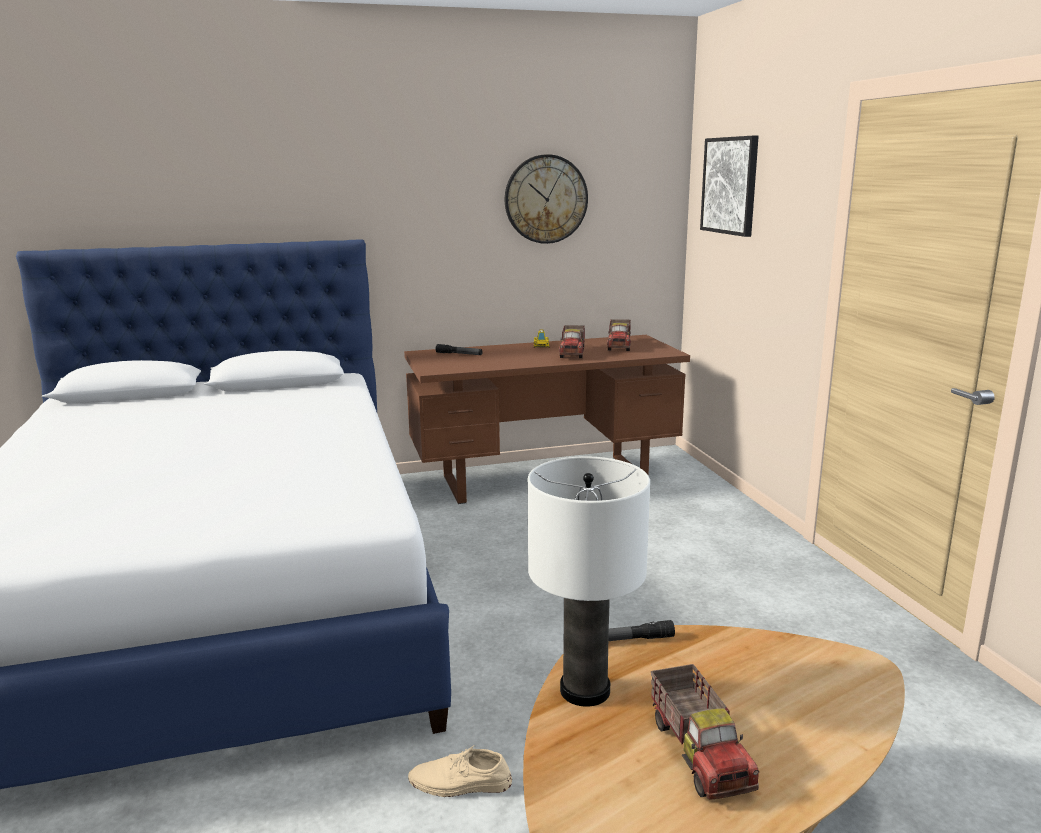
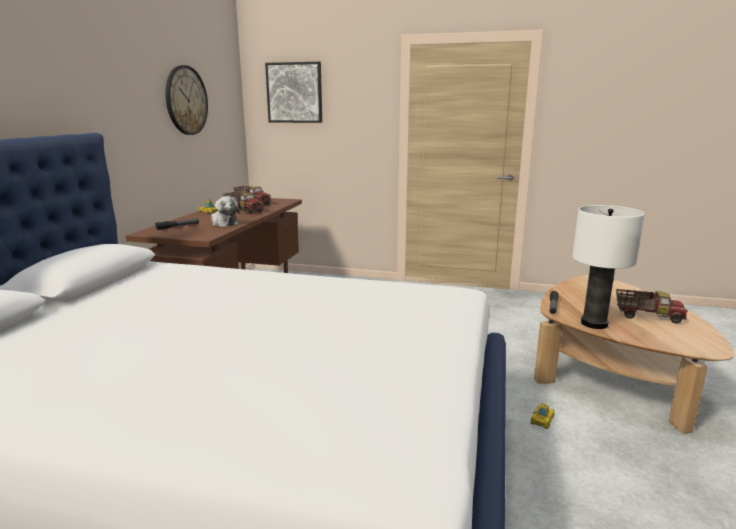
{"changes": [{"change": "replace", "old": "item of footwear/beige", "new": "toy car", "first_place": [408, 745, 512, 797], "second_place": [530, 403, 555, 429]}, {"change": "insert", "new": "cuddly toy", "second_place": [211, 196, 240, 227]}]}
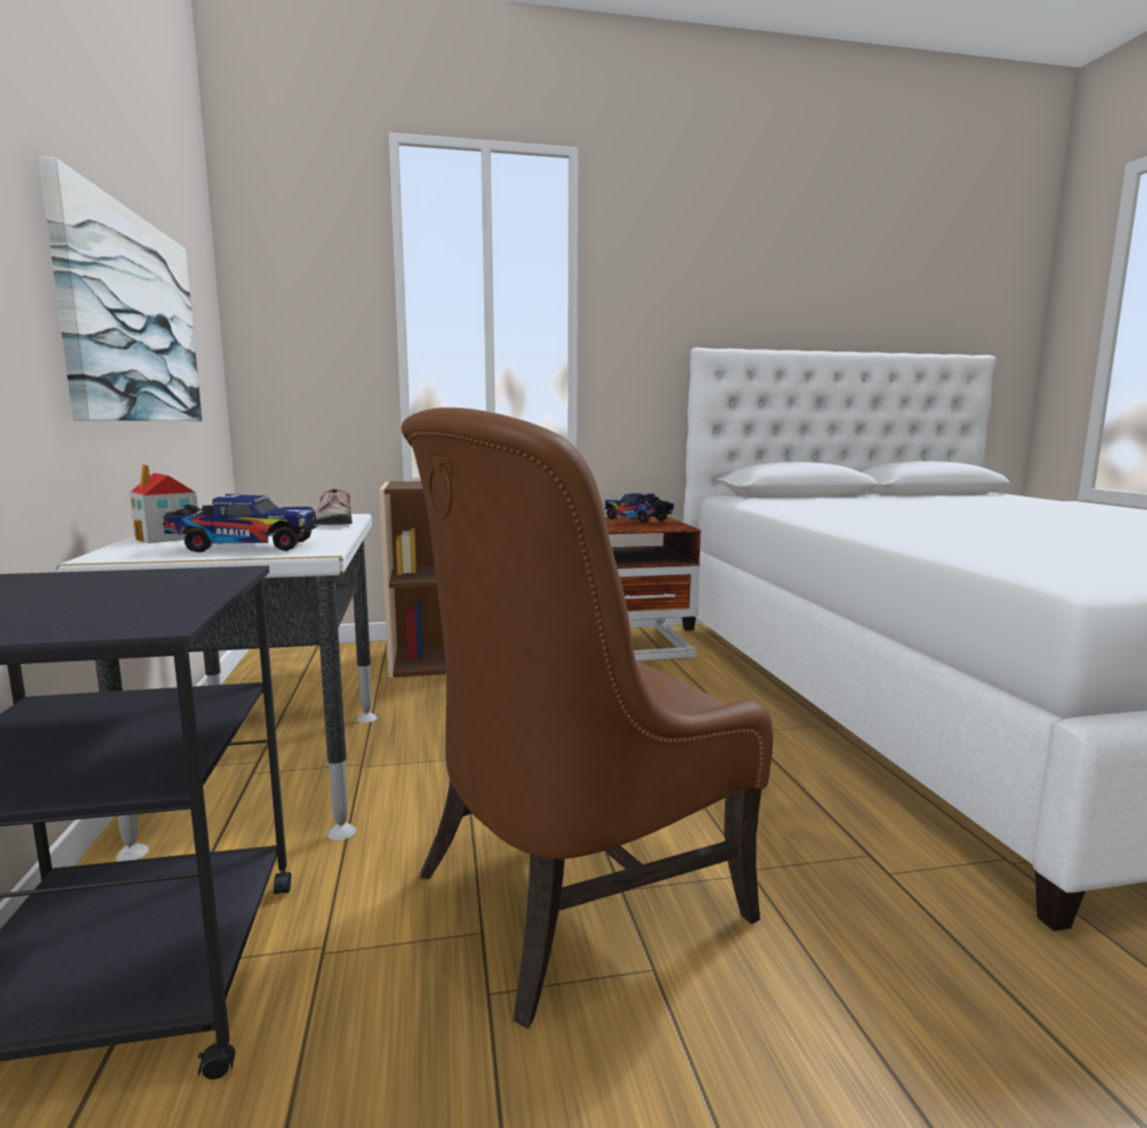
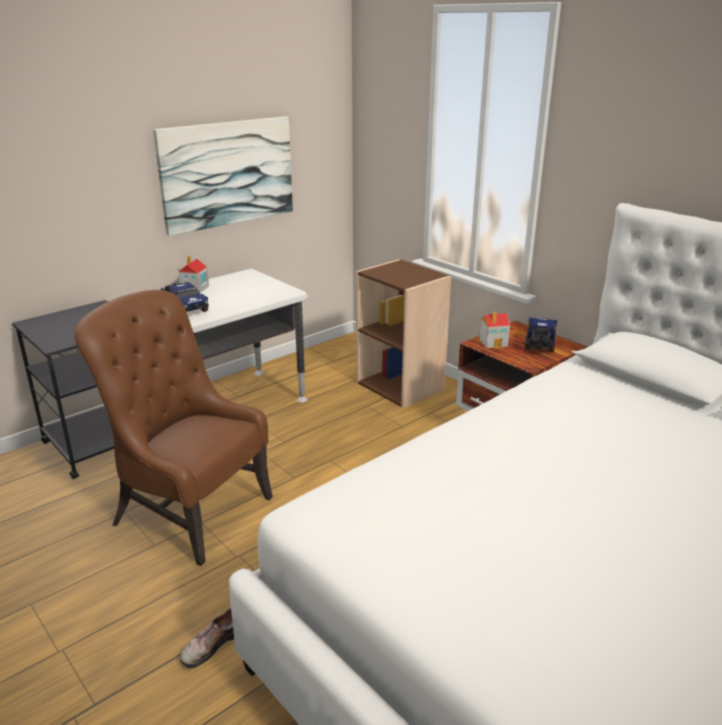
{"changes": [{"change": "move", "old": "item of footwear", "first_place": [316, 489, 352, 525], "second_place": [180, 608, 234, 668]}, {"change": "insert", "new": "model house", "second_place": [479, 312, 510, 348]}]}
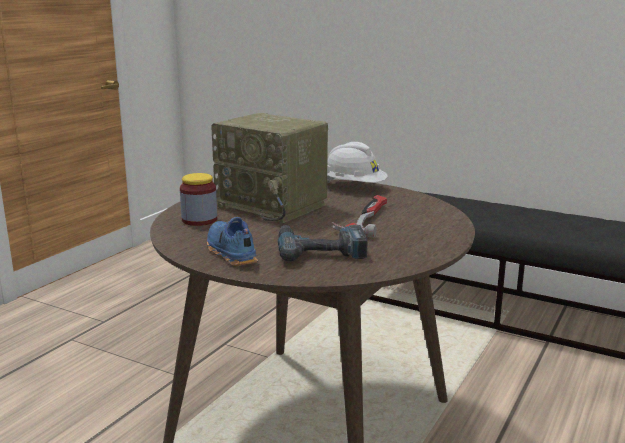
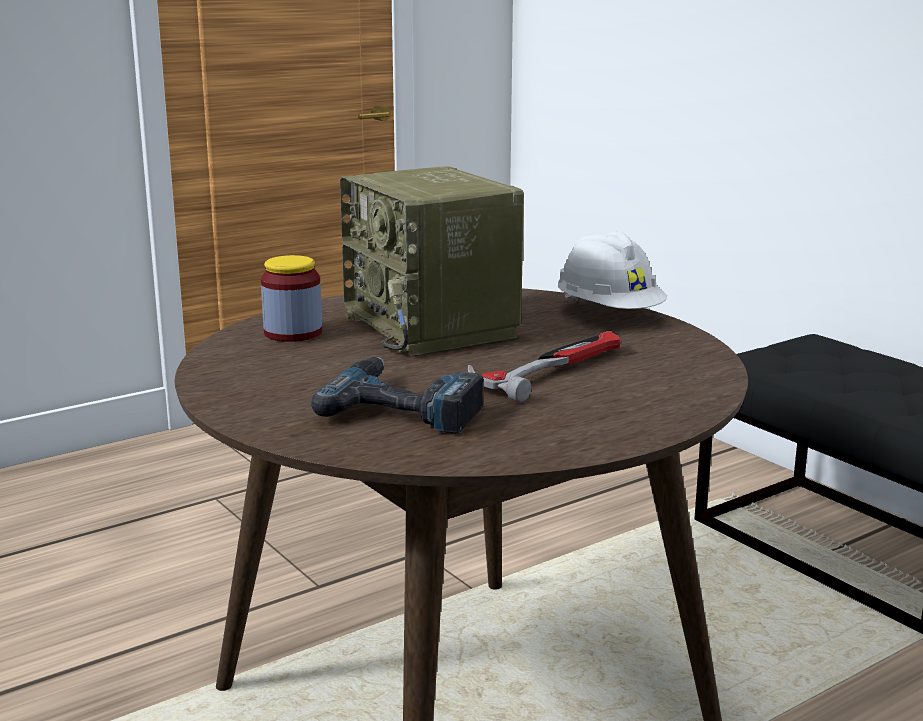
{"changes": [{"change": "delete", "old": "item of footwear/bluish", "first_place": [207, 217, 258, 266]}]}
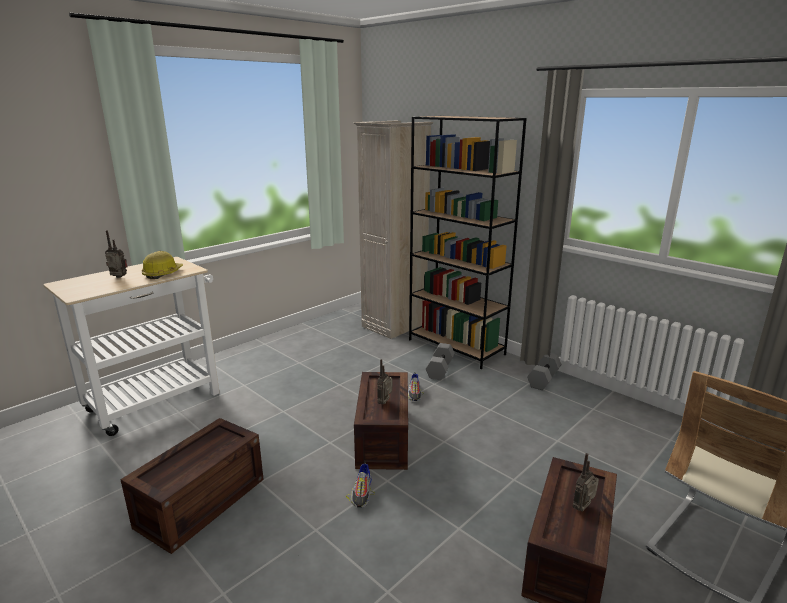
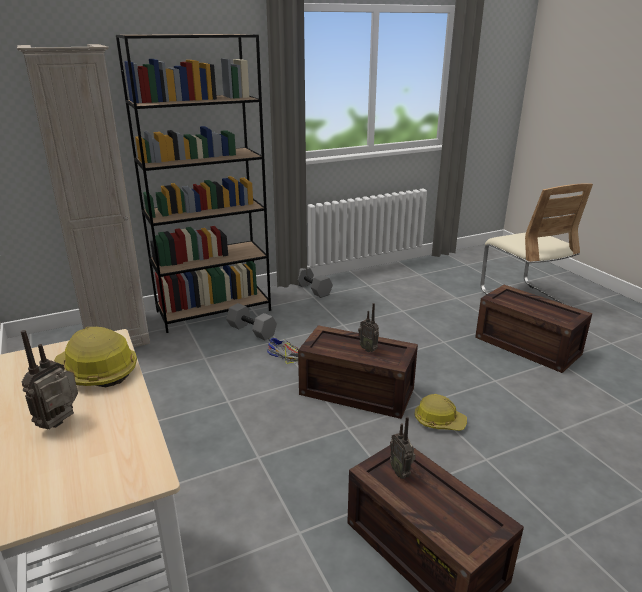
{"changes": [{"change": "move", "old": "radio set", "first_place": [573, 453, 599, 512], "second_place": [390, 416, 416, 479]}, {"change": "replace", "old": "item of footwear", "new": "hard hat", "first_place": [346, 461, 375, 508], "second_place": [414, 394, 467, 431]}]}
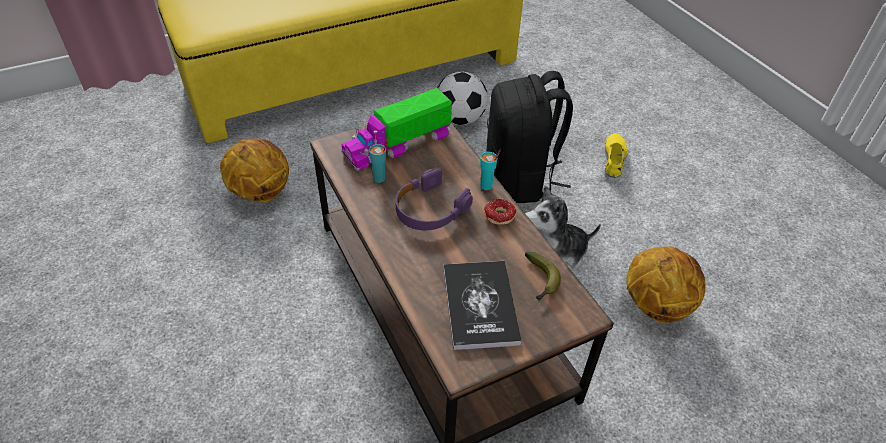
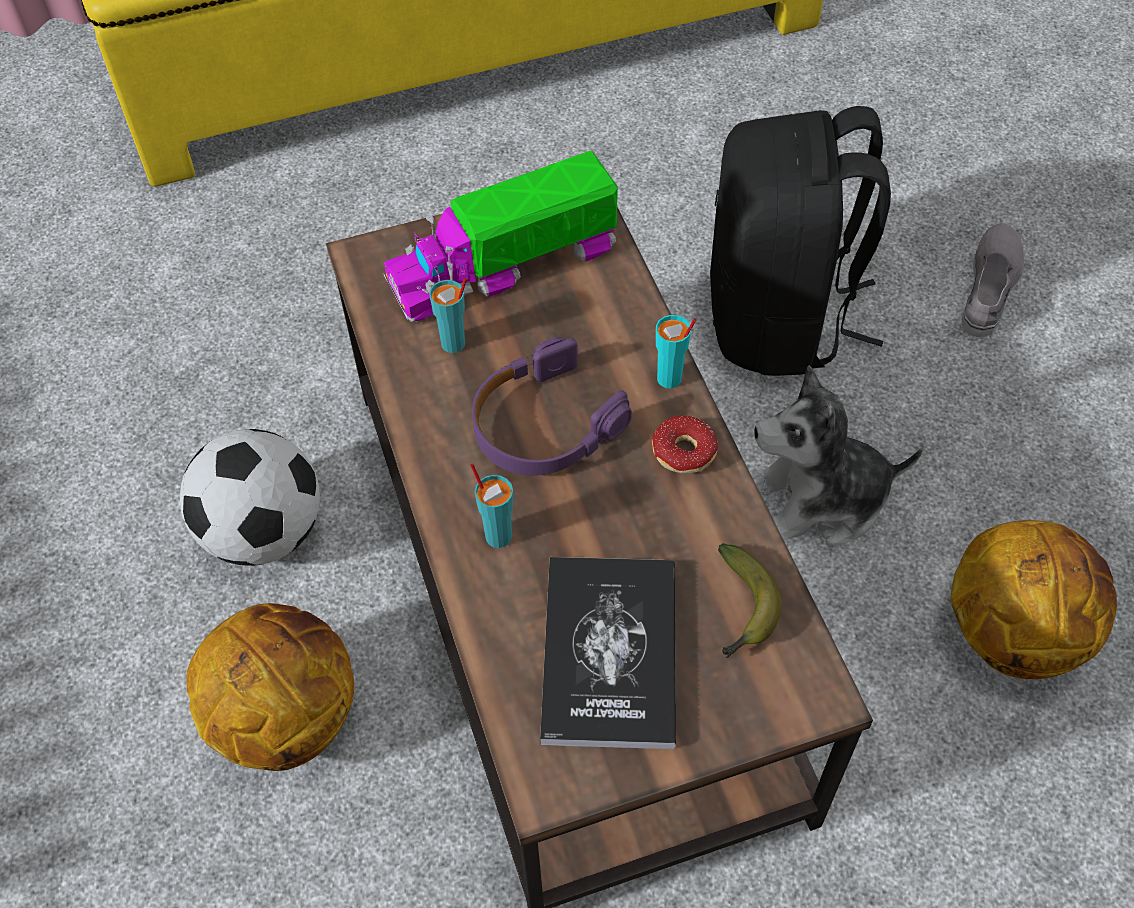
{"changes": [{"change": "move", "old": "ball for football", "first_place": [437, 72, 488, 125], "second_place": [180, 429, 320, 566]}, {"change": "recolor", "old": "item of footwear/yellowish", "new": "item of footwear/grey", "first_place": [604, 133, 628, 182], "second_place": [962, 223, 1024, 337]}, {"change": "move", "old": "ball for basketball", "first_place": [220, 138, 289, 203], "second_place": [186, 603, 354, 771]}, {"change": "insert", "new": "cup/blue-green", "second_place": [470, 463, 513, 548]}]}
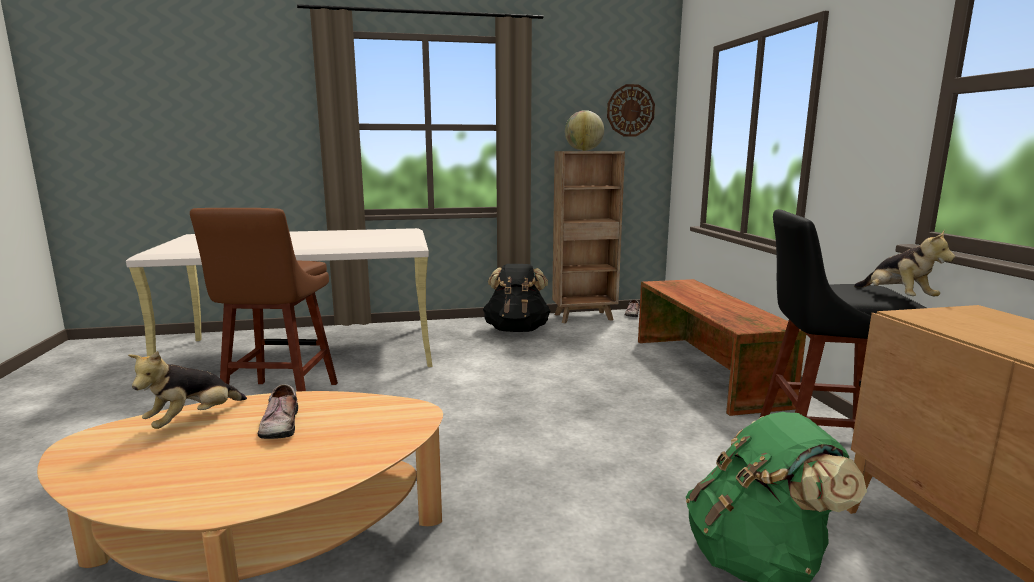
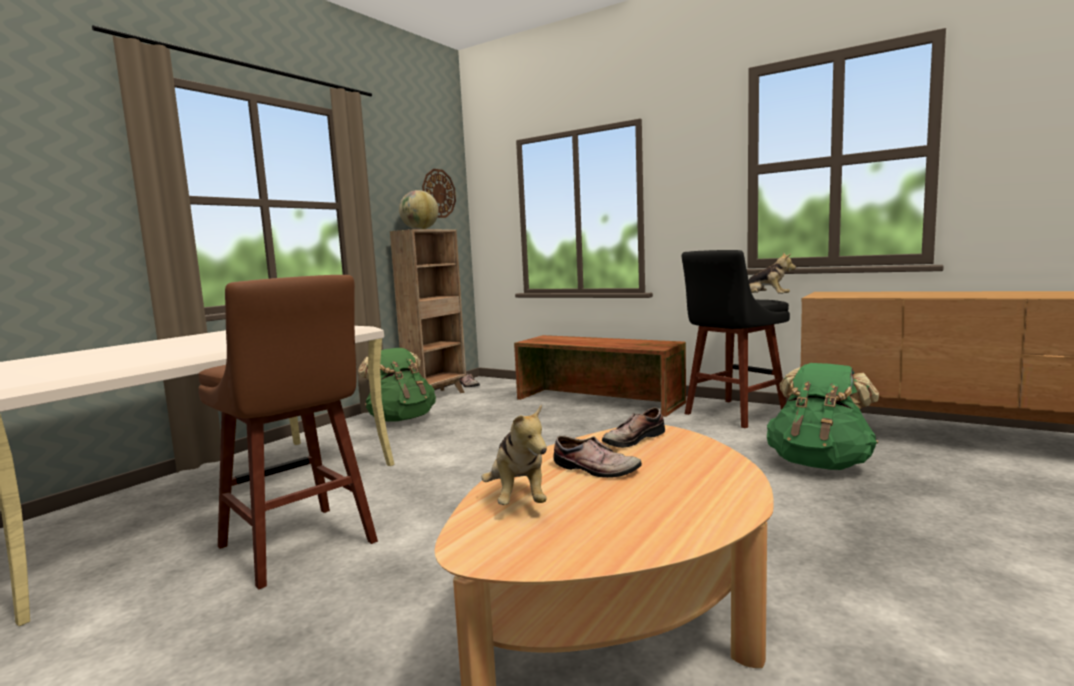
{"changes": [{"change": "recolor", "old": "knapsack/blackish", "new": "knapsack/green-coloured", "first_place": [483, 264, 550, 332], "second_place": [358, 348, 436, 422]}, {"change": "insert", "new": "item of footwear", "second_place": [602, 407, 665, 448]}]}
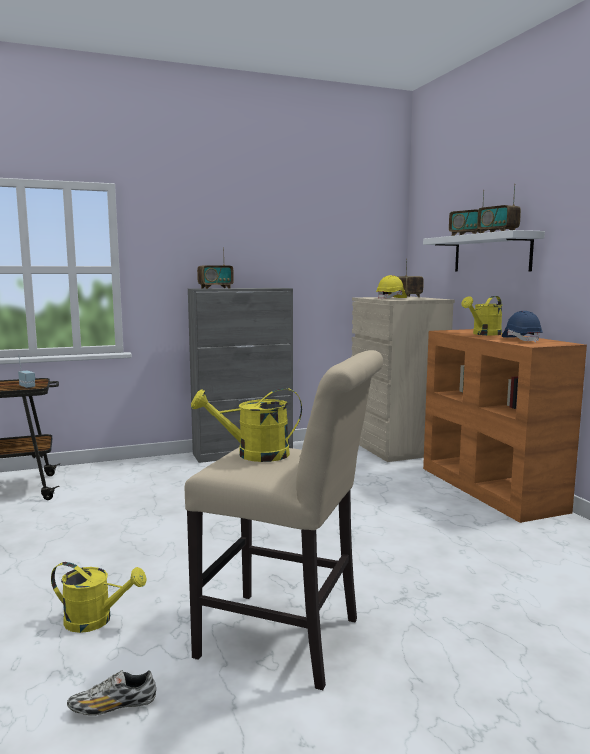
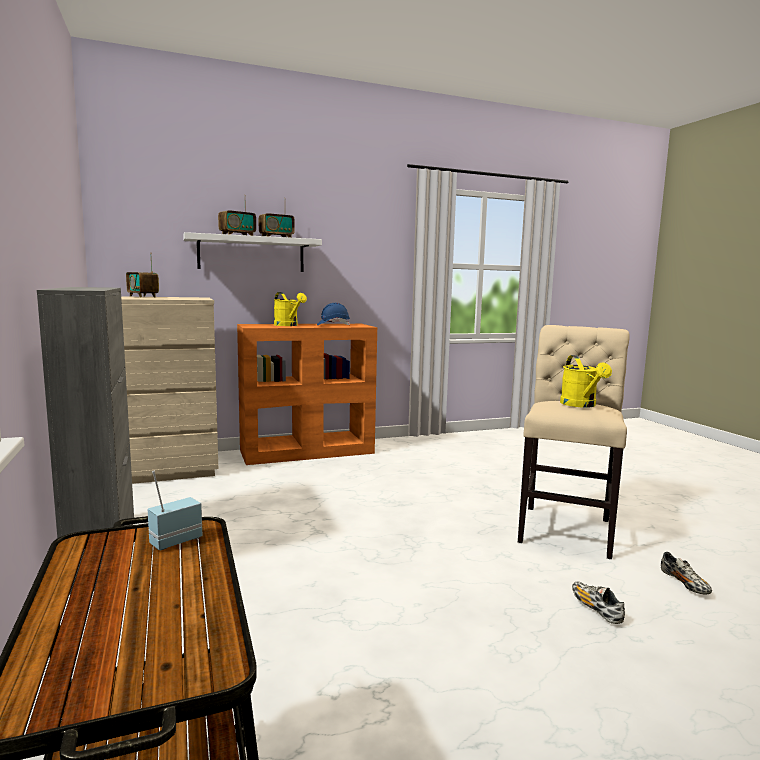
{"changes": [{"change": "delete", "old": "radio set", "first_place": [197, 247, 234, 289]}, {"change": "delete", "old": "hard hat/yellowish", "first_place": [376, 275, 407, 299]}, {"change": "replace", "old": "watering can/yellowish", "new": "item of footwear", "first_place": [51, 562, 147, 633], "second_place": [572, 581, 625, 624]}]}
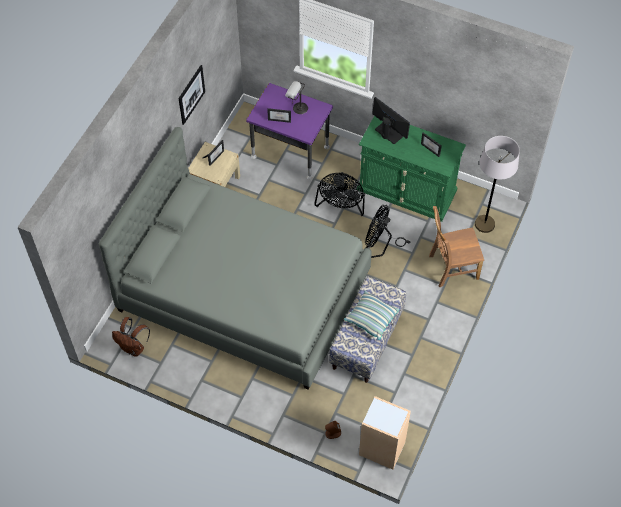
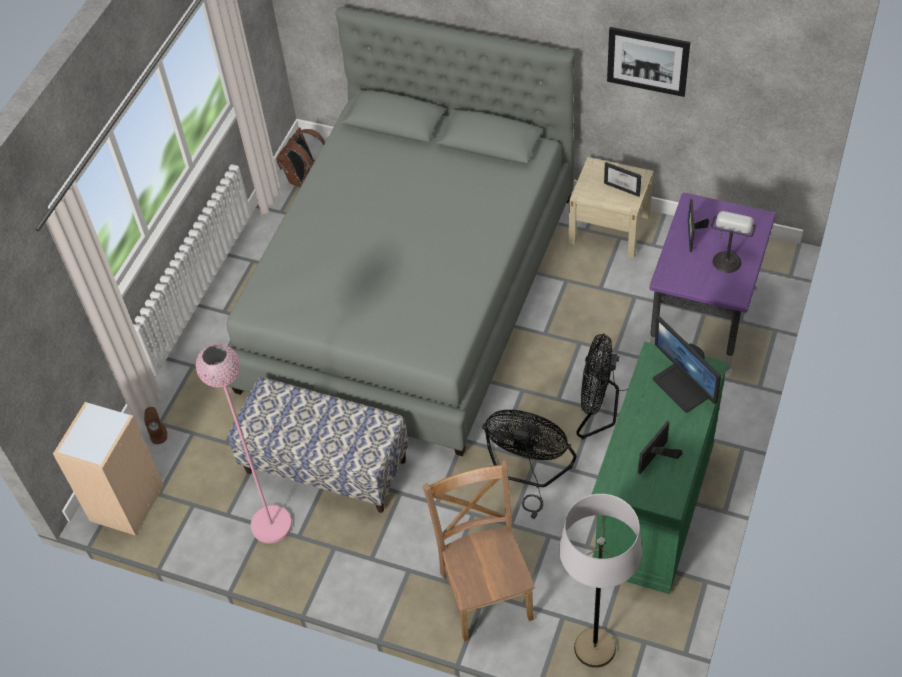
{"changes": [{"change": "rotate", "old": "computer display", "first_place": [372, 97, 410, 144], "second_place": [653, 316, 721, 413], "degrees": 105}, {"change": "delete", "old": "cushion", "first_place": [344, 290, 399, 340]}, {"change": "insert", "new": "floor lamp/pinkish", "second_place": [196, 344, 292, 543]}]}
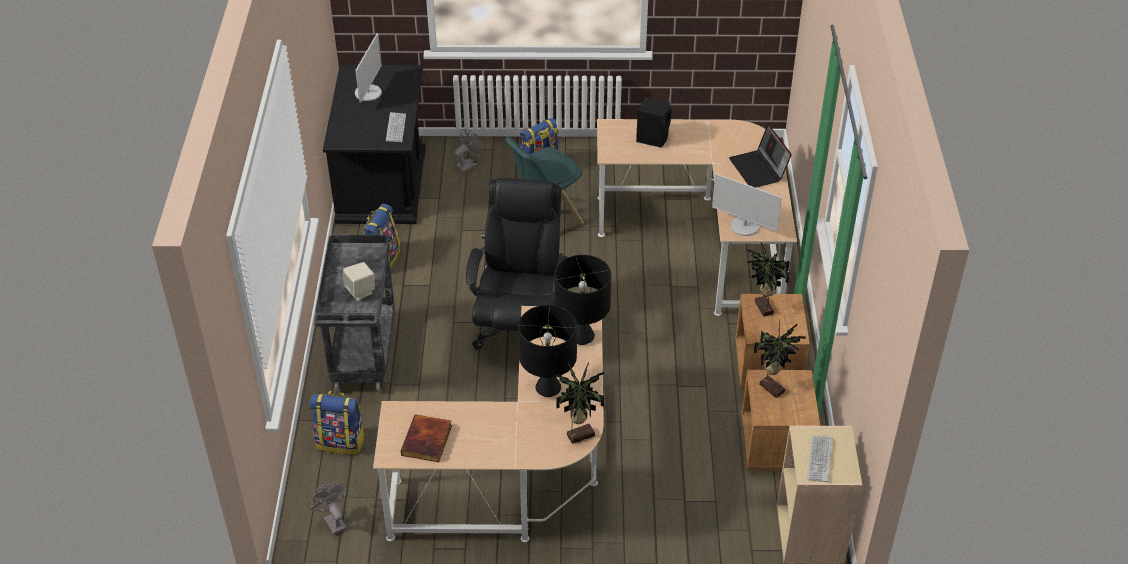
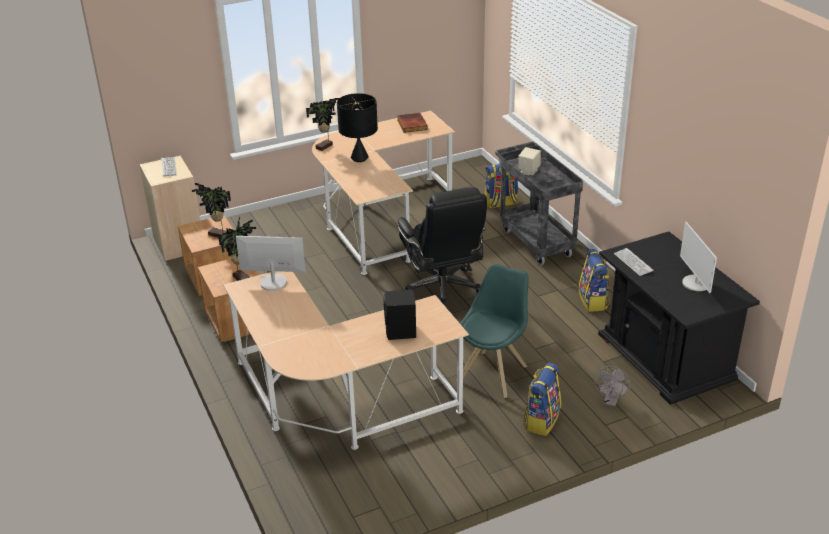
{"changes": [{"change": "delete", "old": "notebook computer", "first_place": [729, 124, 792, 188]}, {"change": "delete", "old": "lamp for a table/blackish", "first_place": [554, 255, 611, 345]}, {"change": "delete", "old": "fan/grey", "first_place": [308, 482, 347, 535]}]}
